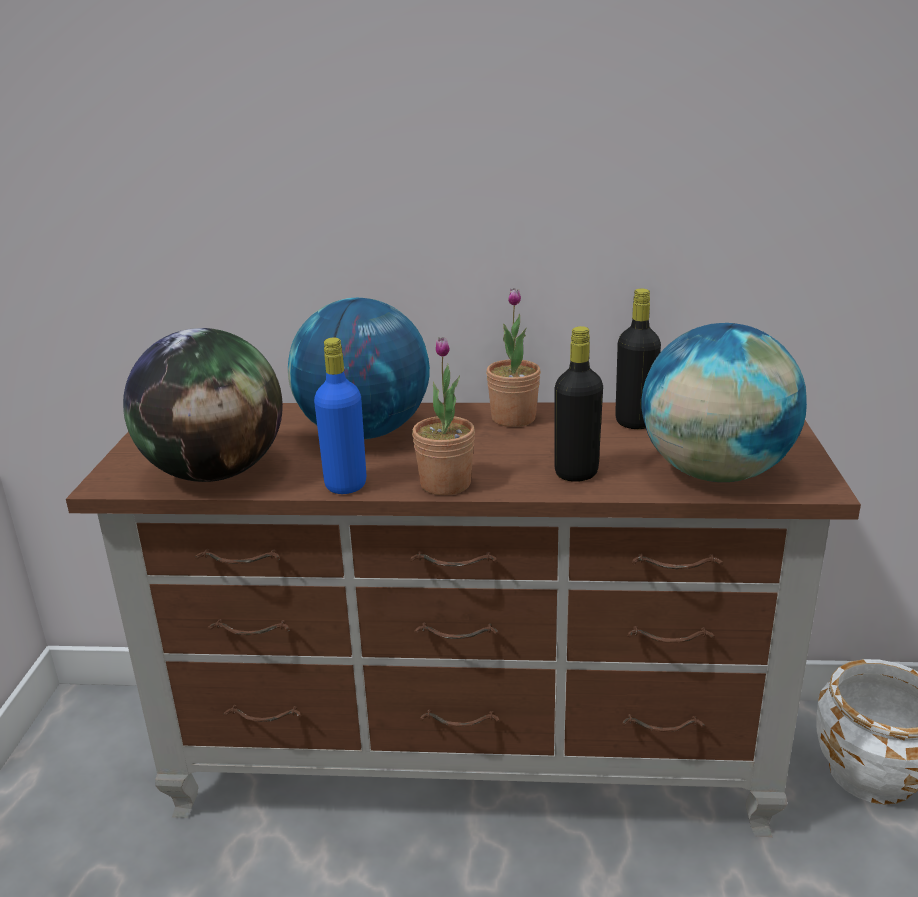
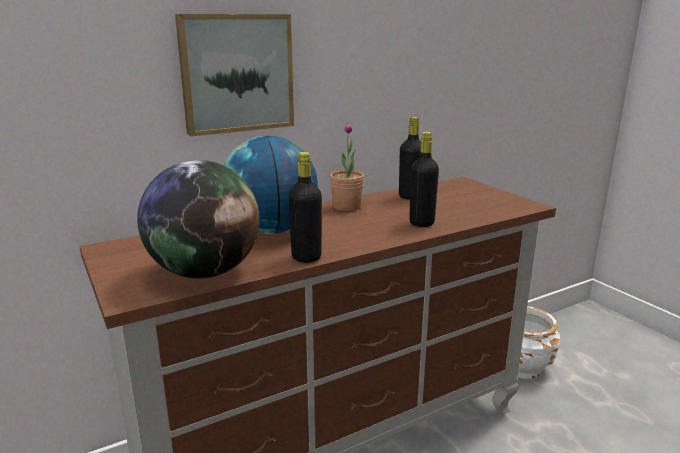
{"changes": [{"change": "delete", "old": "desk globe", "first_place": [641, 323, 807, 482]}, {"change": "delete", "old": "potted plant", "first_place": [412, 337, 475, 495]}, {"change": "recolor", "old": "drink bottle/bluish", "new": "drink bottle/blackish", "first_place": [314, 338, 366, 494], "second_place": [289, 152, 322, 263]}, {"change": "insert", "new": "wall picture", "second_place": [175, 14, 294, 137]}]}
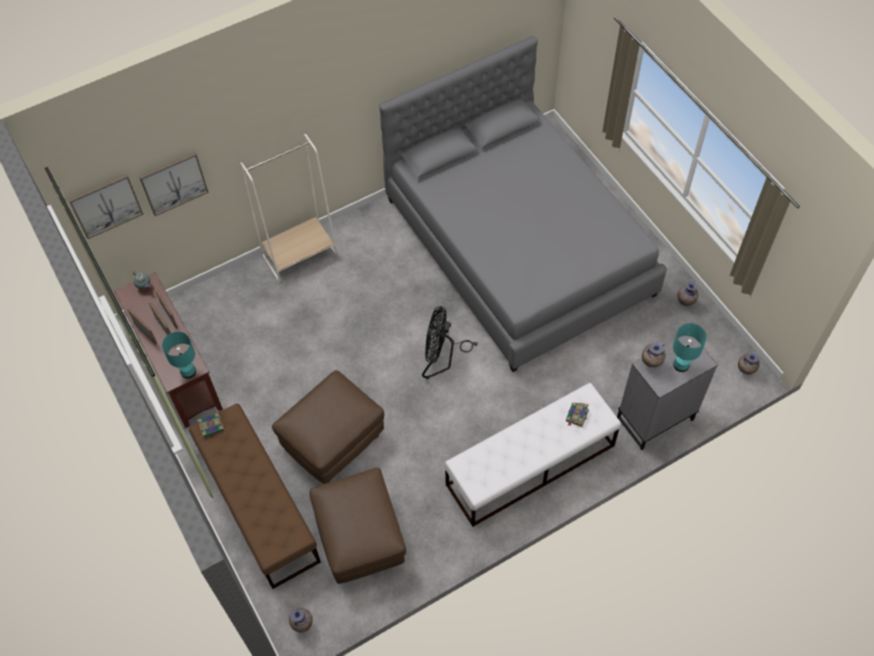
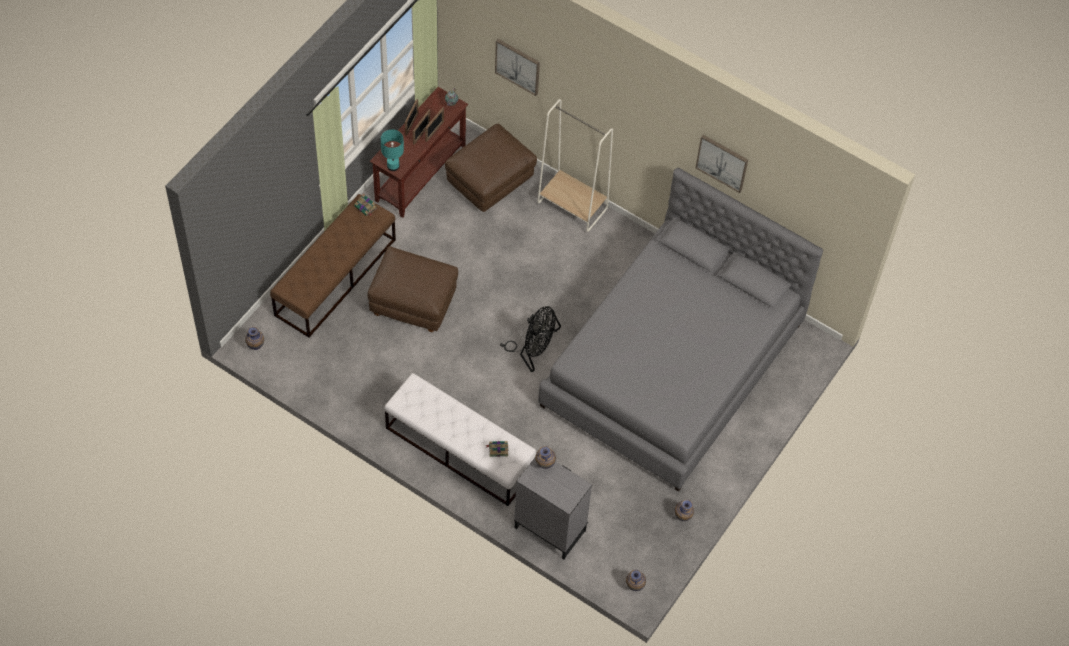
{"changes": [{"change": "move", "old": "wall picture", "first_place": [68, 174, 143, 239], "second_place": [696, 135, 748, 193]}, {"change": "rotate", "old": "fan/blackish", "first_place": [422, 306, 479, 379], "second_place": [500, 306, 561, 373], "degrees": 135}, {"change": "delete", "old": "lamp for a table/blue-green", "first_place": [673, 323, 707, 372]}, {"change": "move", "old": "footrest/brown", "first_place": [309, 467, 406, 584], "second_place": [445, 123, 537, 212]}]}
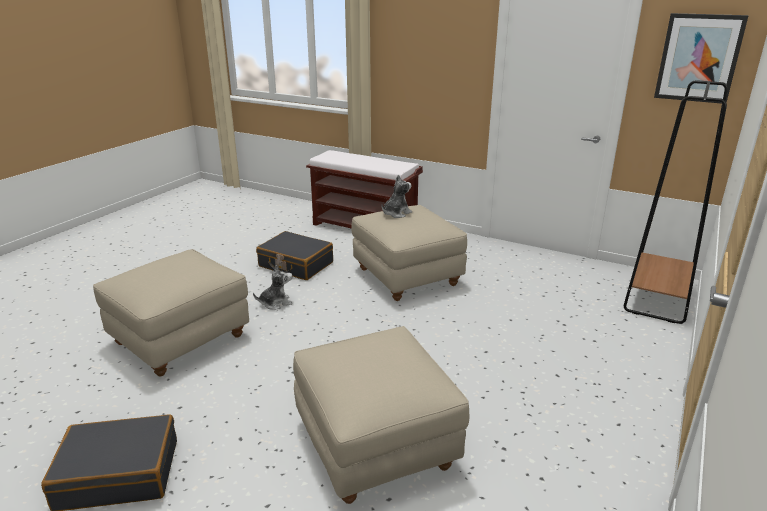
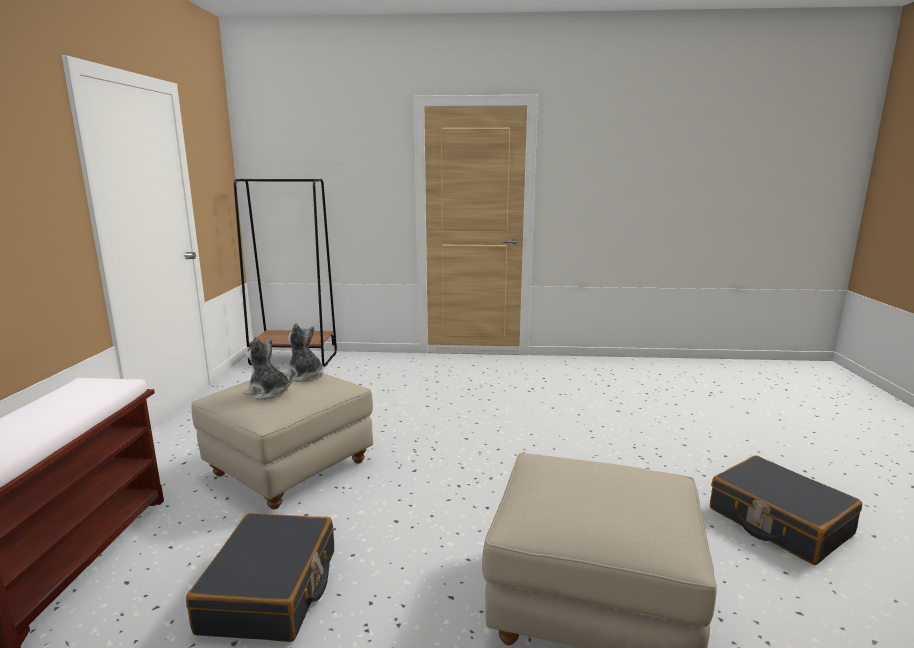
{"changes": [{"change": "delete", "old": "wall picture", "first_place": [654, 13, 749, 104]}, {"change": "move", "old": "cuddly toy", "first_place": [253, 265, 292, 310], "second_place": [285, 323, 324, 382]}, {"change": "delete", "old": "footrest/beige", "first_place": [293, 326, 469, 504]}]}
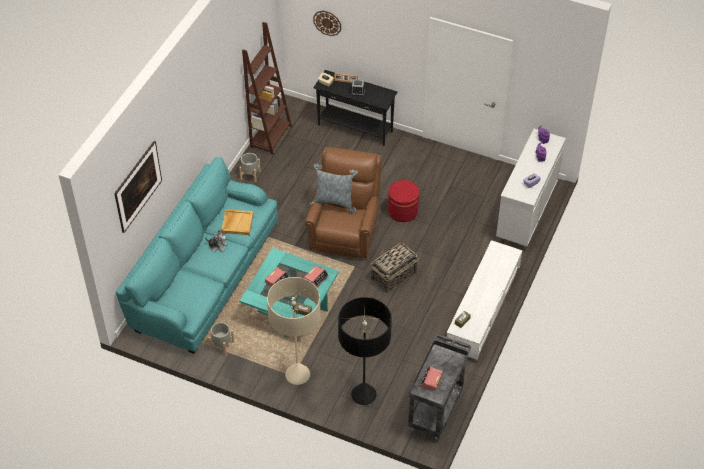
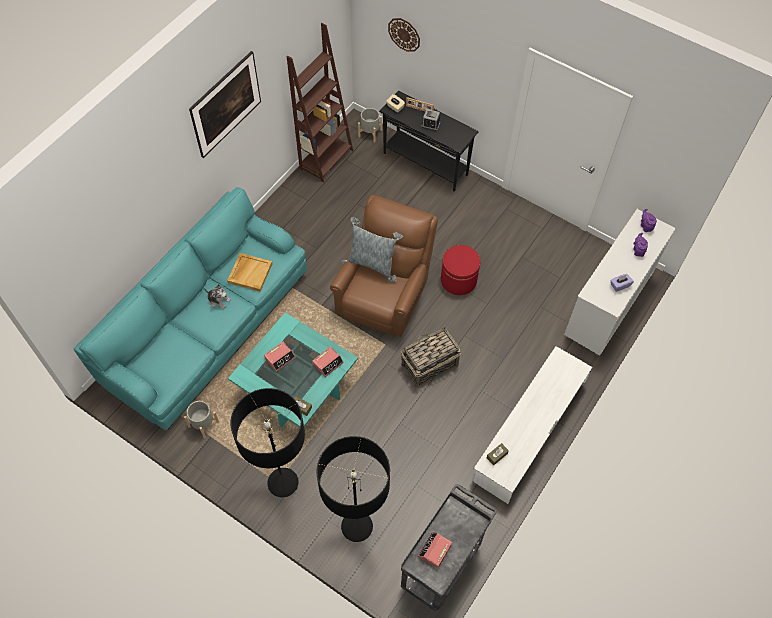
{"changes": [{"change": "move", "old": "wall picture", "first_place": [114, 141, 162, 233], "second_place": [189, 51, 261, 158]}, {"change": "move", "old": "flower pot/grey", "first_place": [239, 153, 261, 183], "second_place": [358, 108, 382, 142]}, {"change": "recolor", "old": "floor lamp/beige", "new": "floor lamp/blackish", "first_place": [267, 277, 321, 385], "second_place": [231, 388, 305, 497]}]}
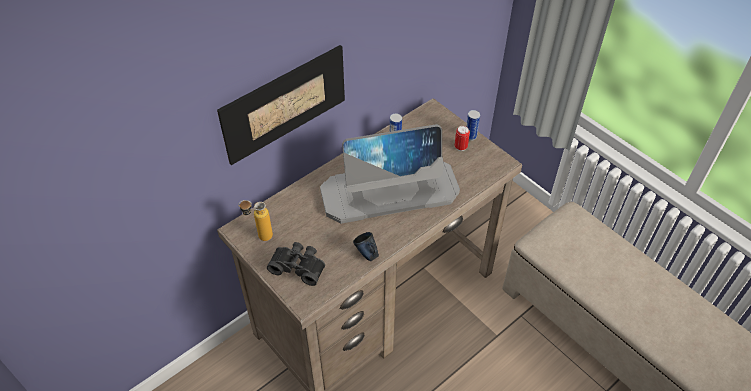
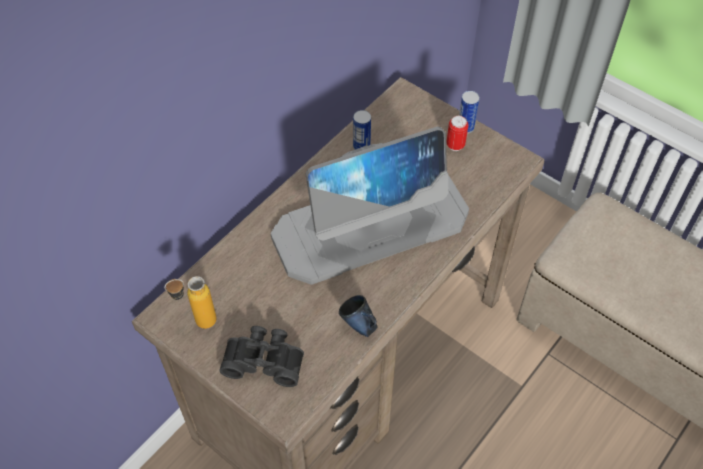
{"changes": [{"change": "delete", "old": "wall picture", "first_place": [217, 45, 345, 165]}]}
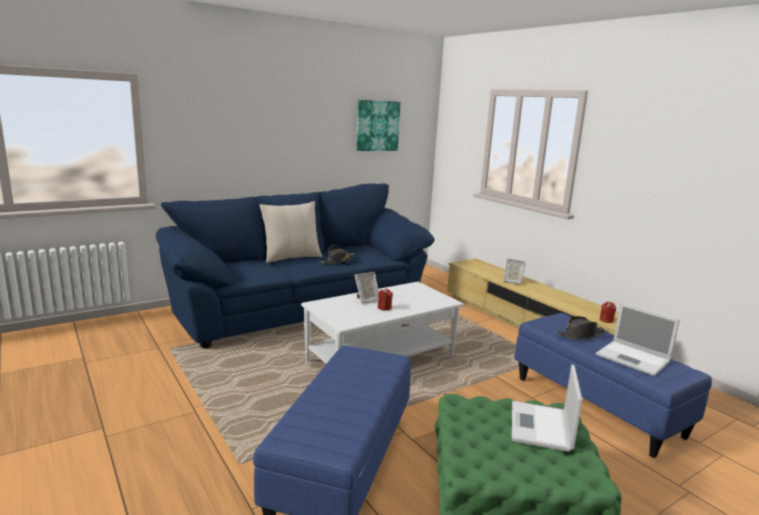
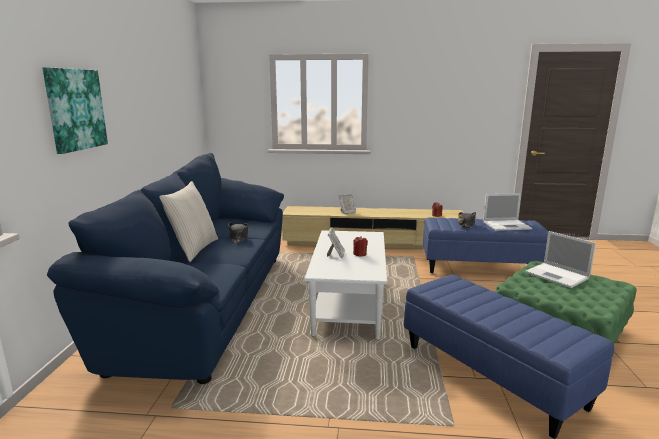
{"changes": [{"change": "move", "old": "wall picture", "first_place": [356, 100, 400, 151], "second_place": [43, 67, 108, 154]}]}
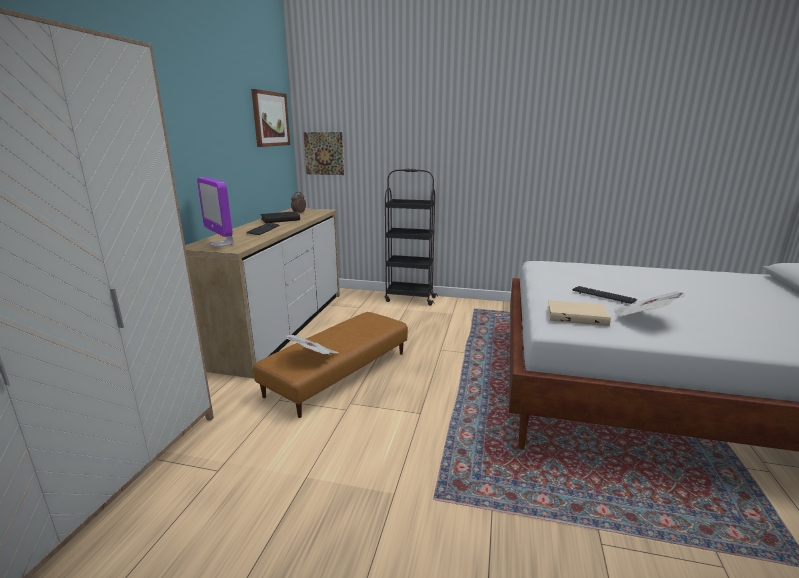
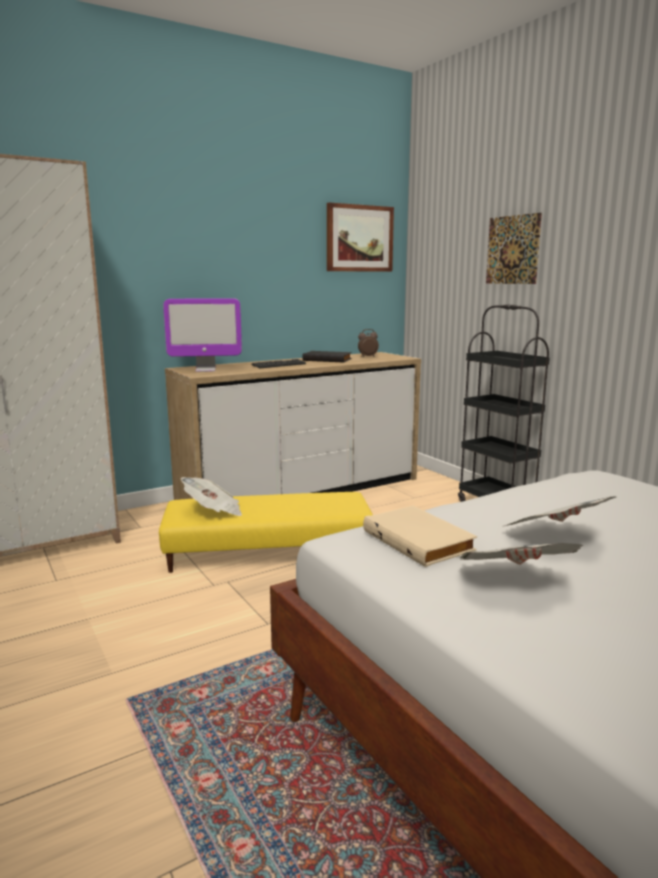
{"changes": [{"change": "move", "old": "wall picture", "first_place": [304, 132, 344, 175], "second_place": [486, 213, 542, 284]}, {"change": "rotate", "old": "computer display", "first_place": [197, 177, 234, 247], "second_place": [163, 298, 242, 372], "degrees": -105}, {"change": "replace", "old": "computer keyboard", "new": "daily paper", "first_place": [572, 286, 637, 304], "second_place": [505, 496, 616, 526]}, {"change": "recolor", "old": "footrest/brown", "new": "footrest/yellowish", "first_place": [253, 312, 408, 418], "second_place": [159, 492, 373, 573]}]}
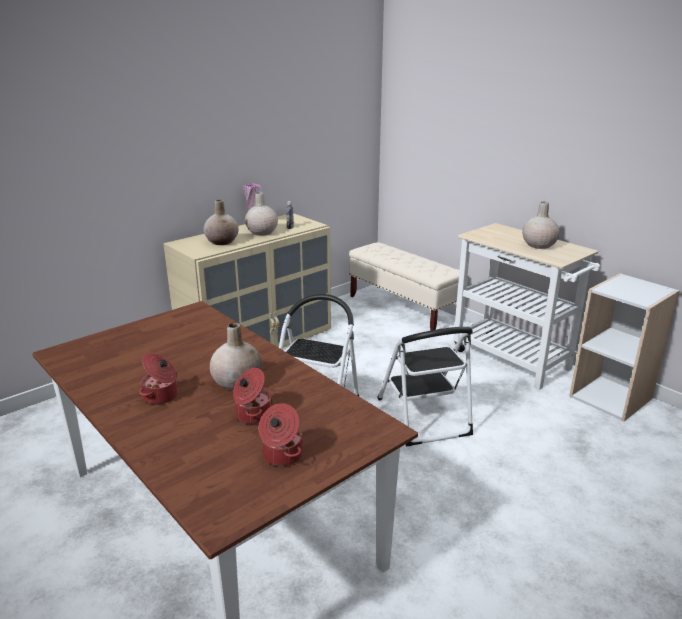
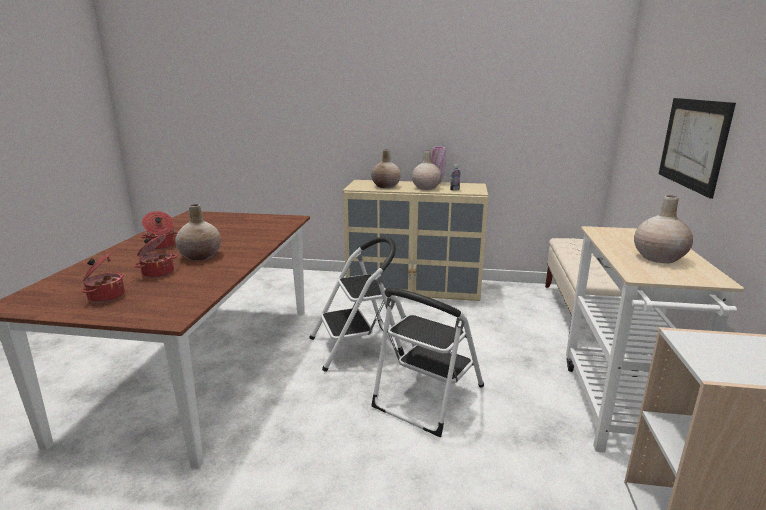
{"changes": [{"change": "insert", "new": "wall picture", "second_place": [659, 98, 736, 199]}]}
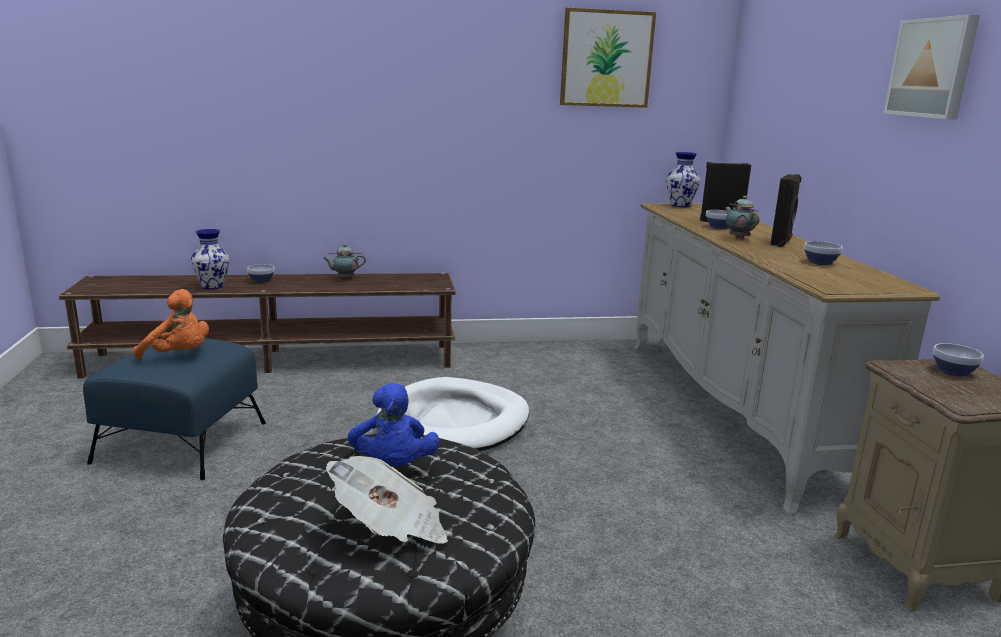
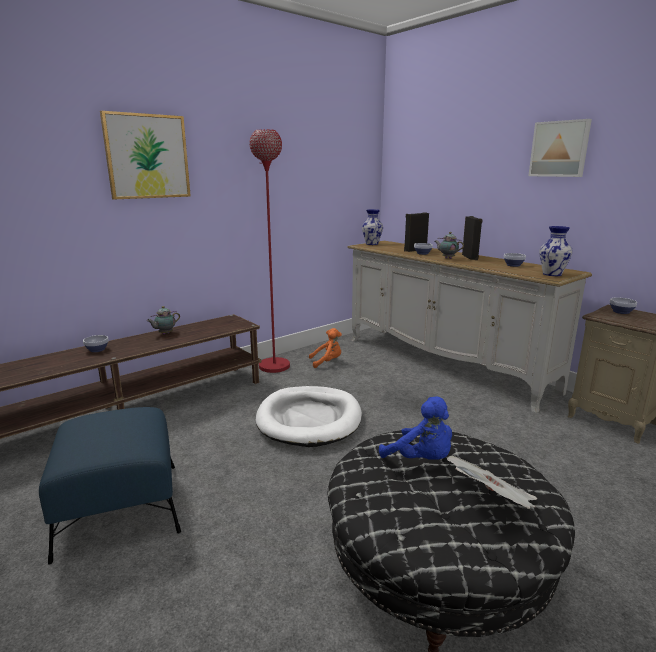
{"changes": [{"change": "move", "old": "wall picture", "first_place": [560, 8, 656, 108], "second_place": [100, 111, 191, 199]}, {"change": "move", "old": "vase", "first_place": [191, 229, 229, 289], "second_place": [539, 226, 573, 276]}, {"change": "move", "old": "cuddly toy/orange", "first_place": [133, 289, 209, 359], "second_place": [309, 328, 342, 368]}, {"change": "insert", "new": "floor lamp/red-coloured", "second_place": [250, 129, 290, 373]}]}
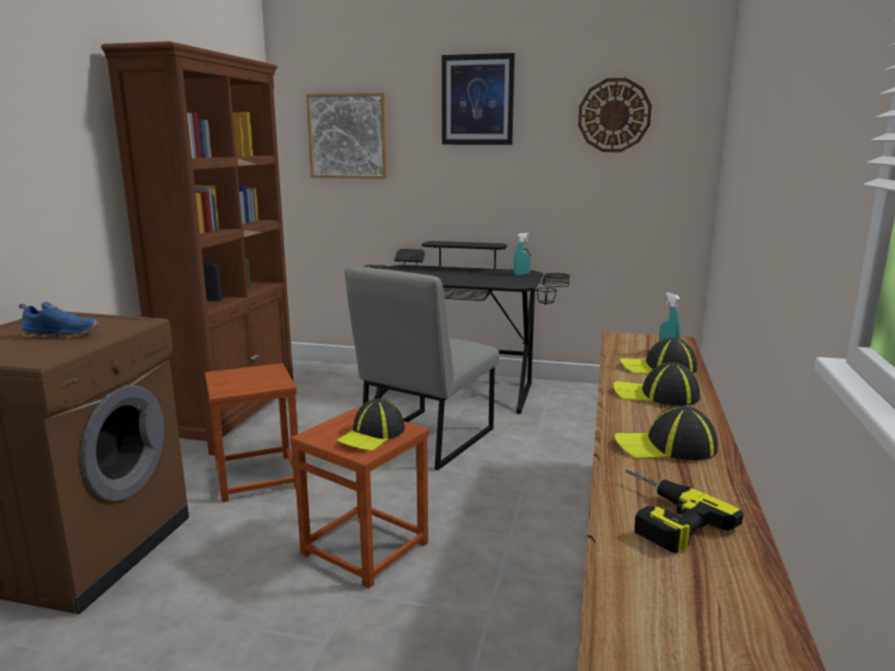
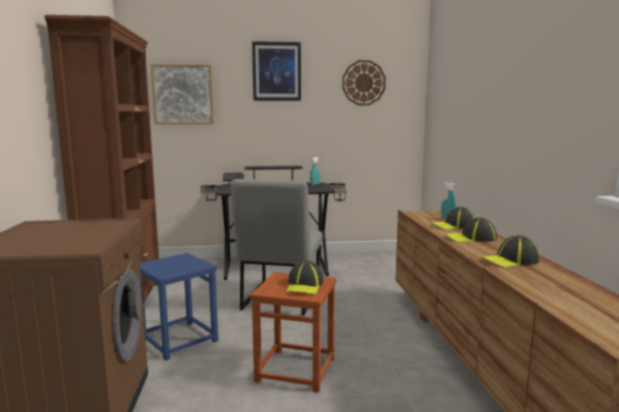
{"changes": [{"change": "delete", "old": "item of footwear/bluish", "first_place": [19, 302, 99, 339]}, {"change": "recolor", "old": "sitting stool/brown", "new": "sitting stool/bluish", "first_place": [205, 363, 298, 502], "second_place": [140, 253, 218, 361]}, {"change": "delete", "old": "electric drill", "first_place": [625, 470, 743, 554]}]}
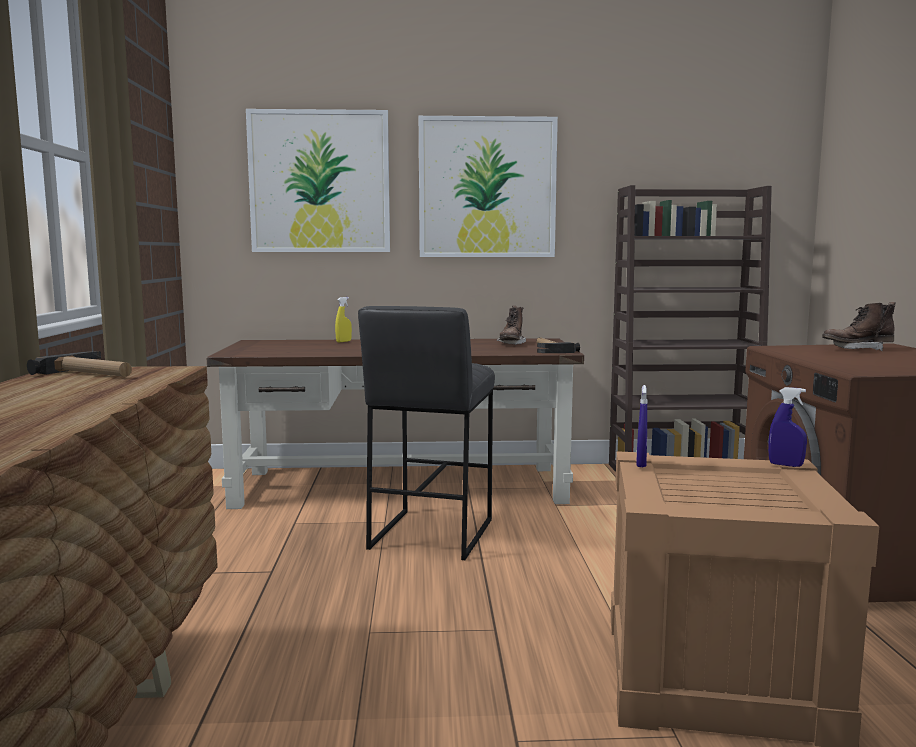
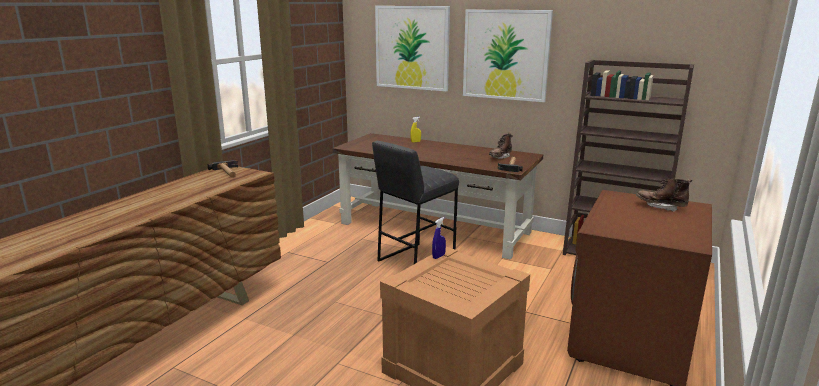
{"changes": [{"change": "delete", "old": "spray bottle/bluish", "first_place": [768, 387, 807, 467]}]}
